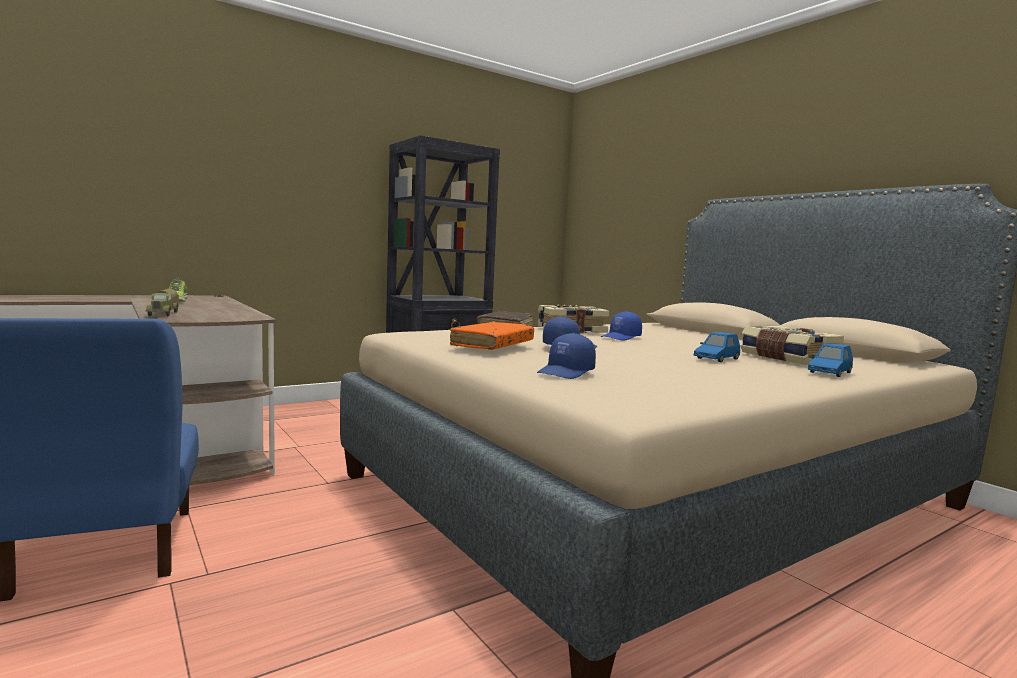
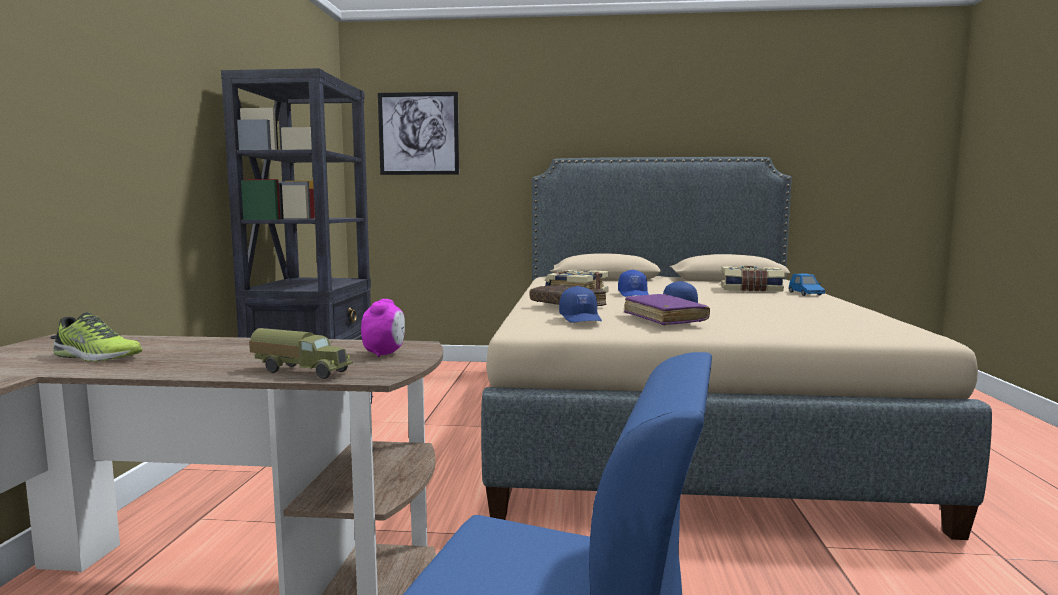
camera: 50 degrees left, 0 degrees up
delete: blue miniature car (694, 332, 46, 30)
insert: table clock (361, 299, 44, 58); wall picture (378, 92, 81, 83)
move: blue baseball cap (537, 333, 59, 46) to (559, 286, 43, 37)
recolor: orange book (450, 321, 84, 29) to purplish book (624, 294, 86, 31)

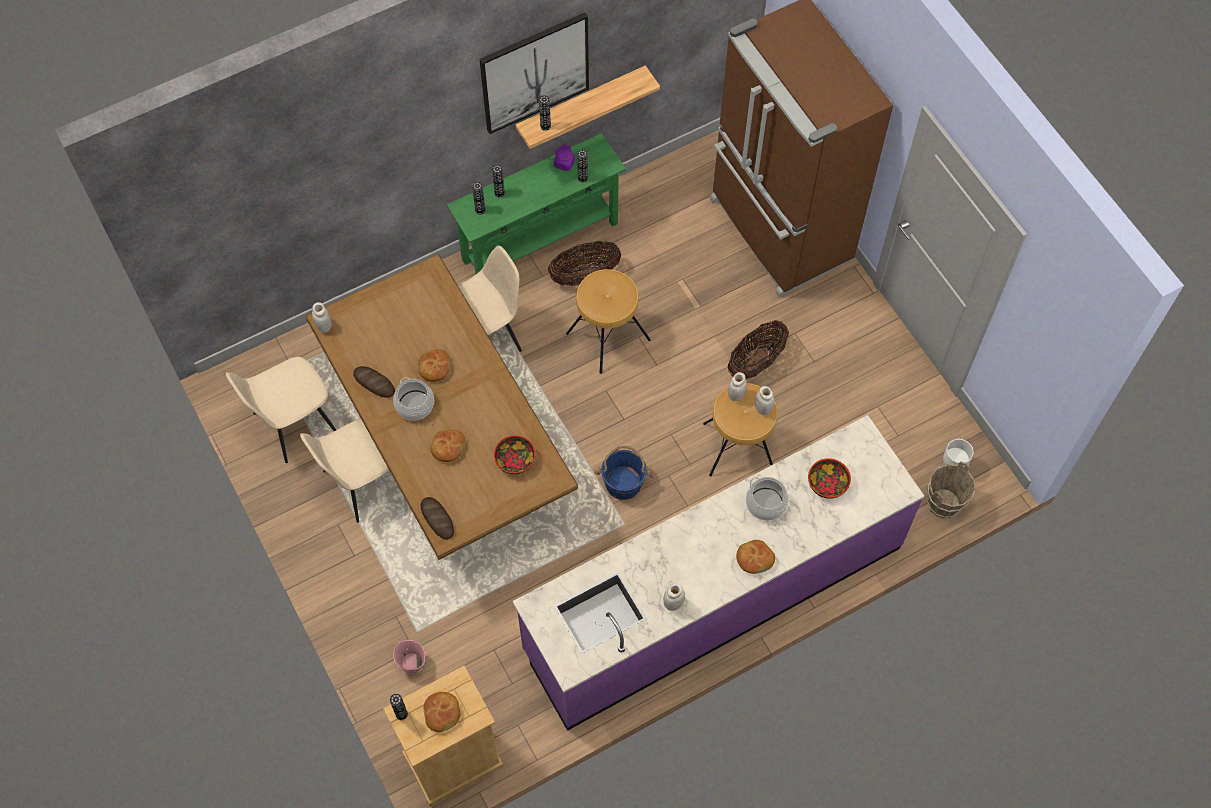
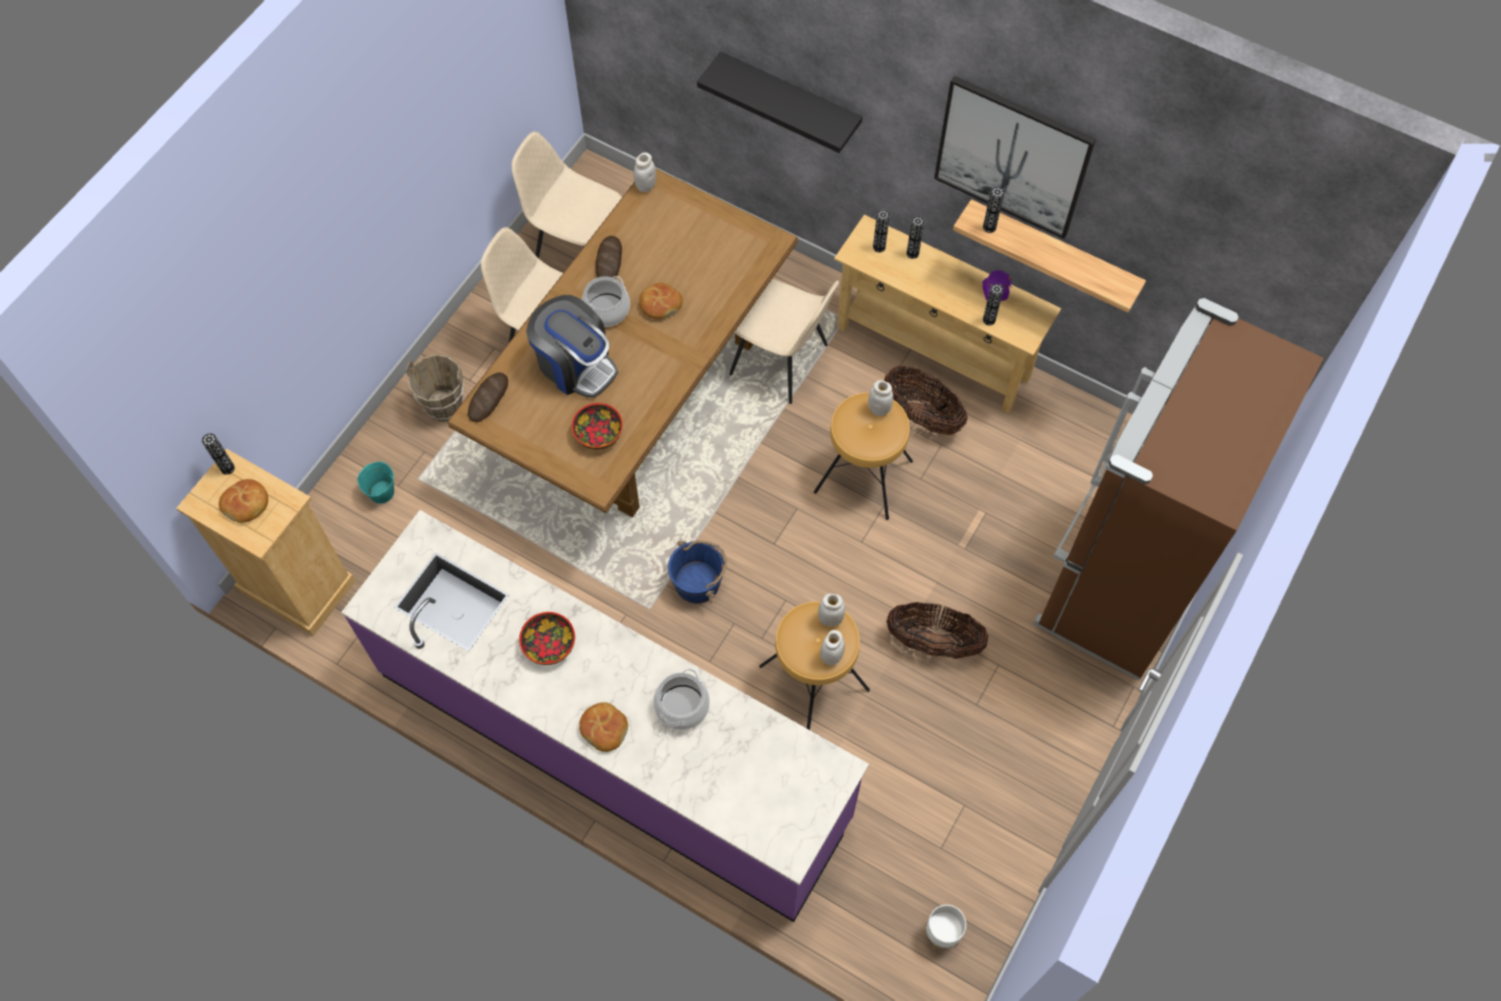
camera: 60 degrees right, 0 degrees up
insert: black shelf (697, 52, 165, 101)
move: white-coloured jar (663, 583, 22, 28) to (868, 380, 25, 36); bowl (808, 458, 43, 41) to (519, 612, 56, 53); brown water bucket (927, 461, 49, 57) to (406, 354, 59, 68)
replace: baked bread (430, 430, 35, 32) to coffee maker (526, 295, 92, 103)
recolor: pink water bucket (393, 640, 32, 34) to turquoise water bucket (357, 462, 37, 42); greenish console table (447, 133, 179, 141) to beige console table (834, 215, 227, 198)

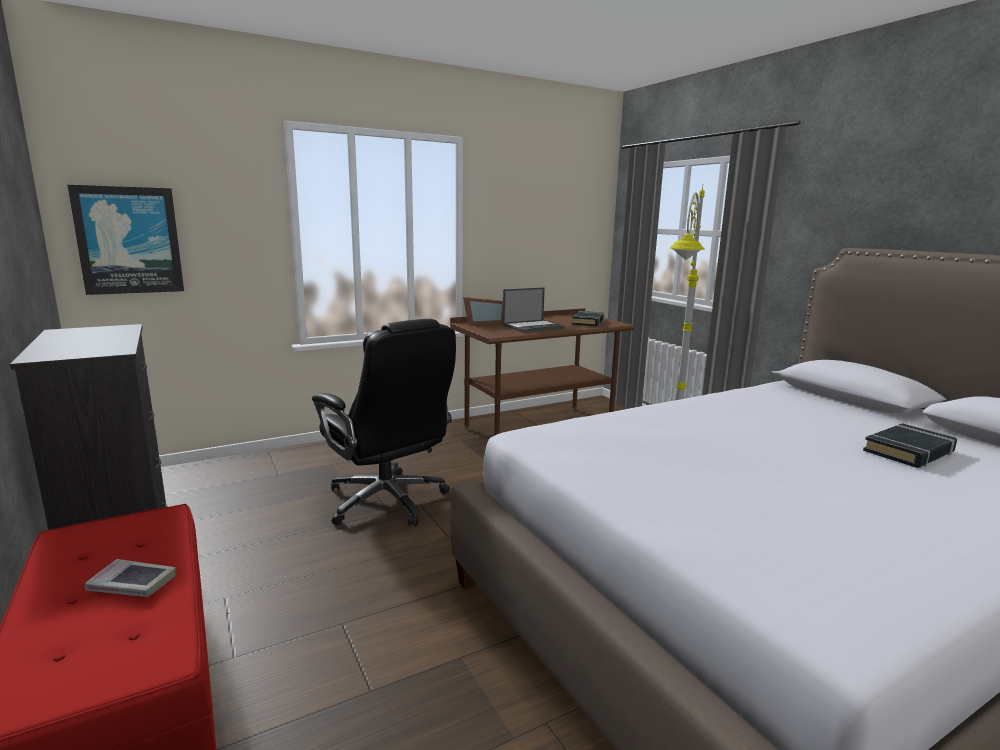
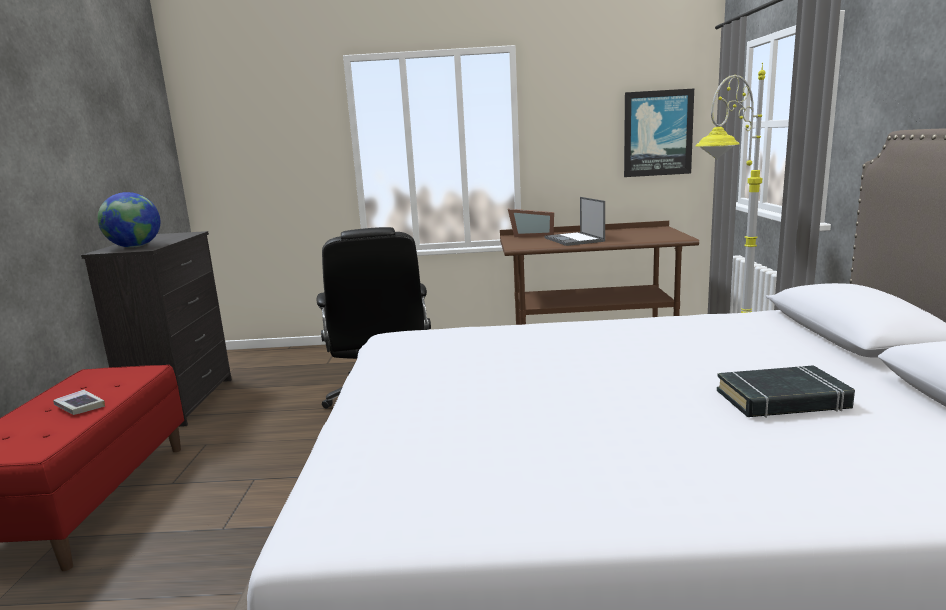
camera: 30 degrees right, 0 degrees up
delete: black book (572, 311, 32, 15)
insert: desk globe (98, 192, 62, 56)
move: wall picture (68, 185, 116, 110) to (624, 88, 70, 89)
rotate: portable computer (503, 287, 62, 45) = (545, 197, 60, 49) 75 degrees clockwise

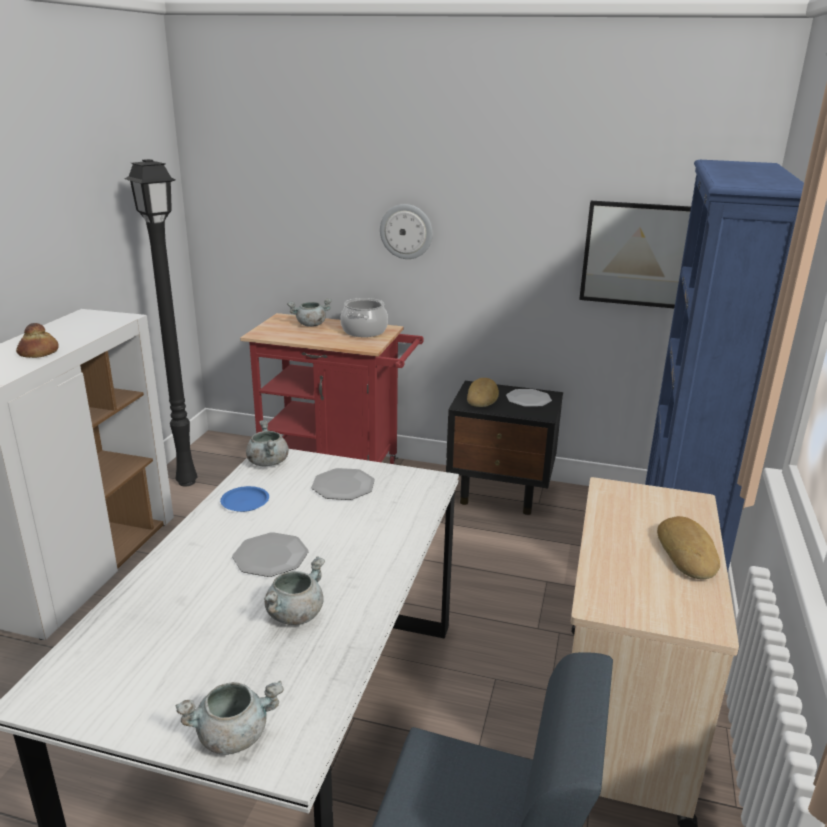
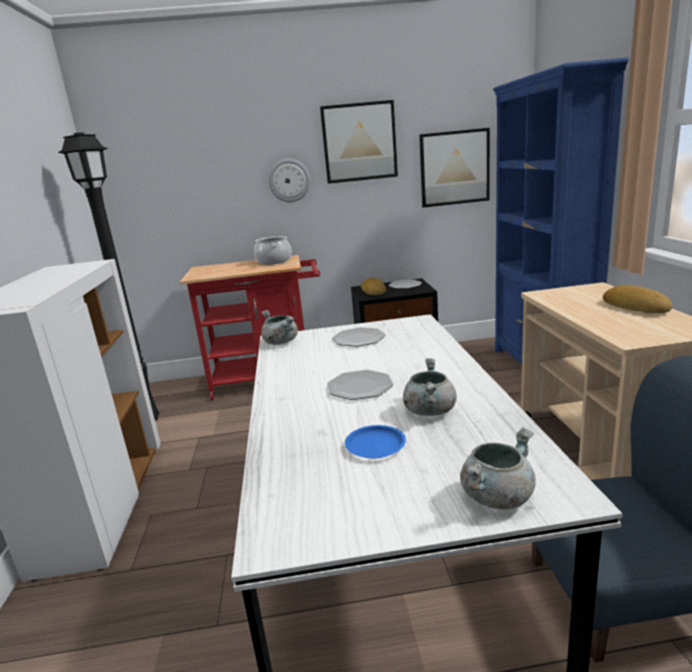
camera: 20 degrees left, 5 degrees down
delete: baked bread (16, 323, 43, 35); greyish cooking pot (287, 298, 45, 29)
insert: wall picture (320, 100, 78, 84)
move: blue flat dish (220, 486, 49, 26) to (345, 425, 61, 33)

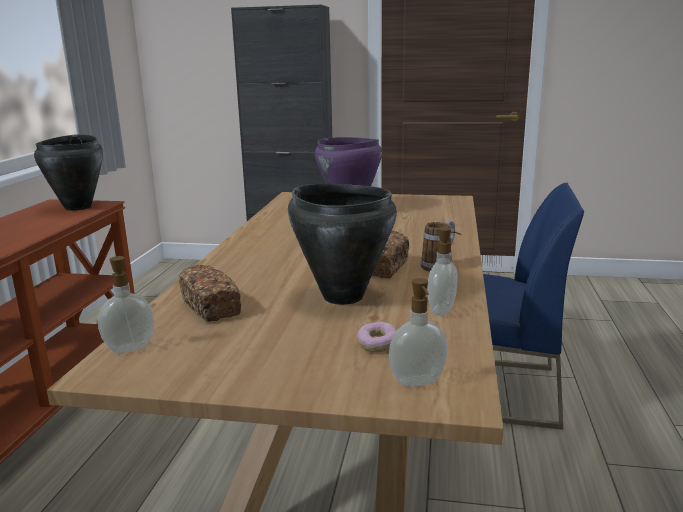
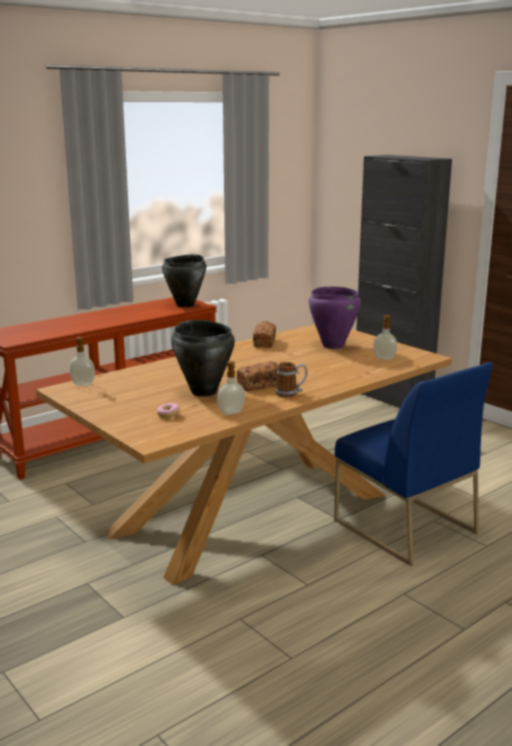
camera: 40 degrees right, 0 degrees up
move: baked bread (179, 265, 62, 57) to (253, 321, 23, 27); liquid soap bottle (389, 278, 59, 109) to (373, 315, 24, 45)

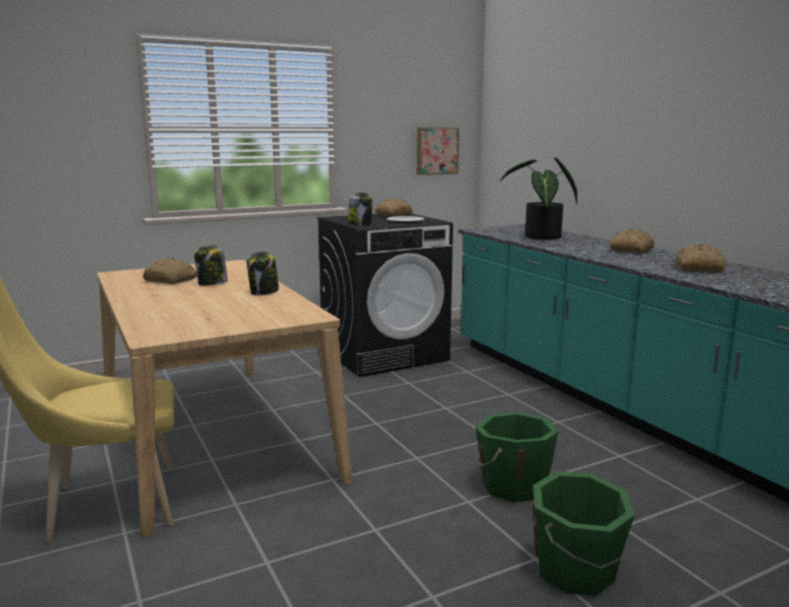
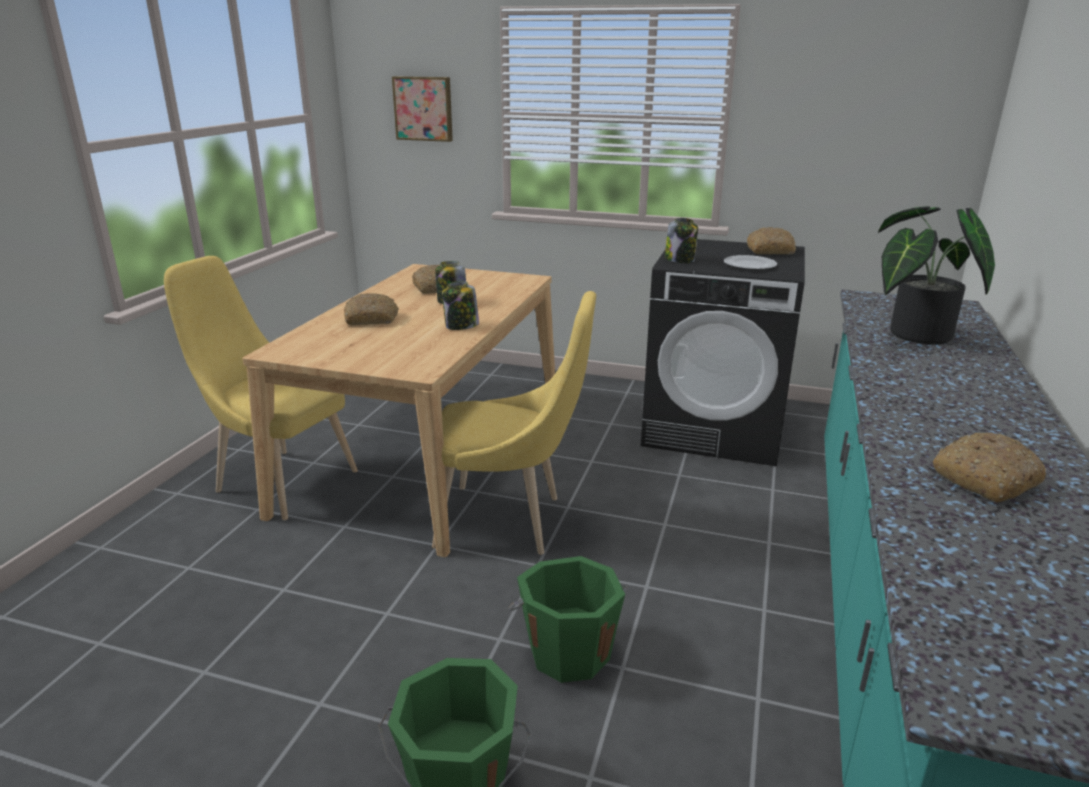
camera: 45 degrees right, 10 degrees up
insert: yellow-coloured chair (432, 291, 164, 264)
move: wall picture (417, 128, 42, 47) to (392, 76, 61, 66); baked bread (610, 229, 44, 25) to (344, 293, 55, 32)

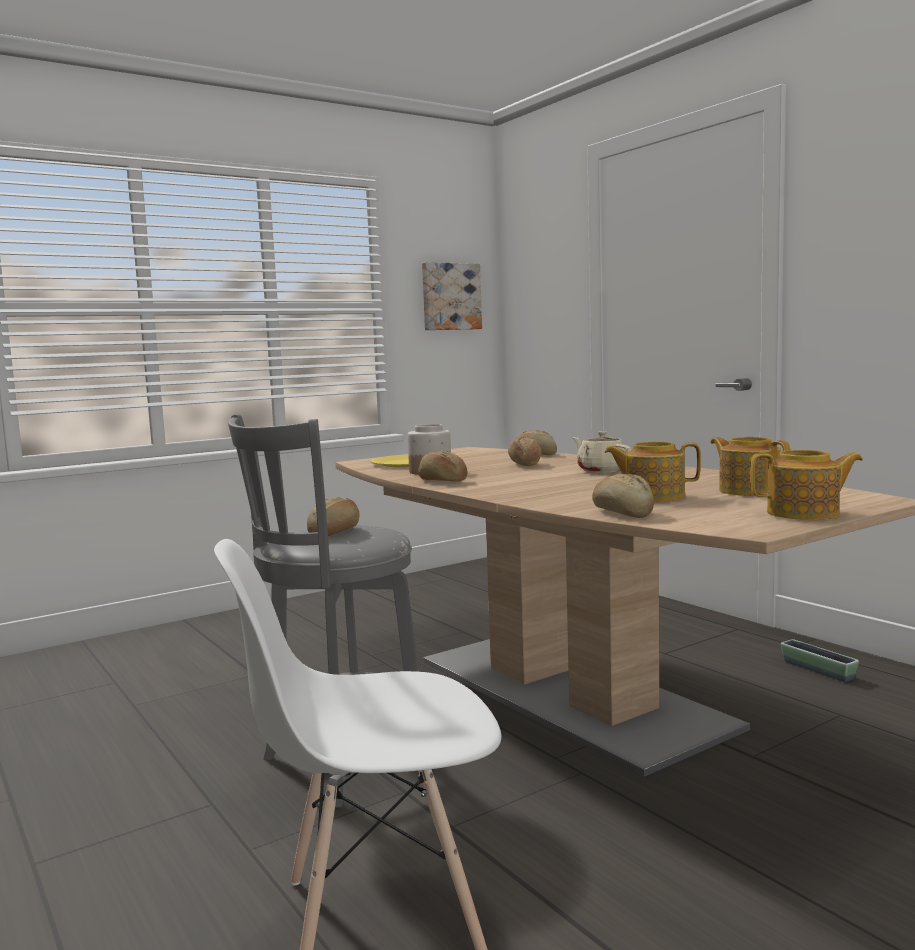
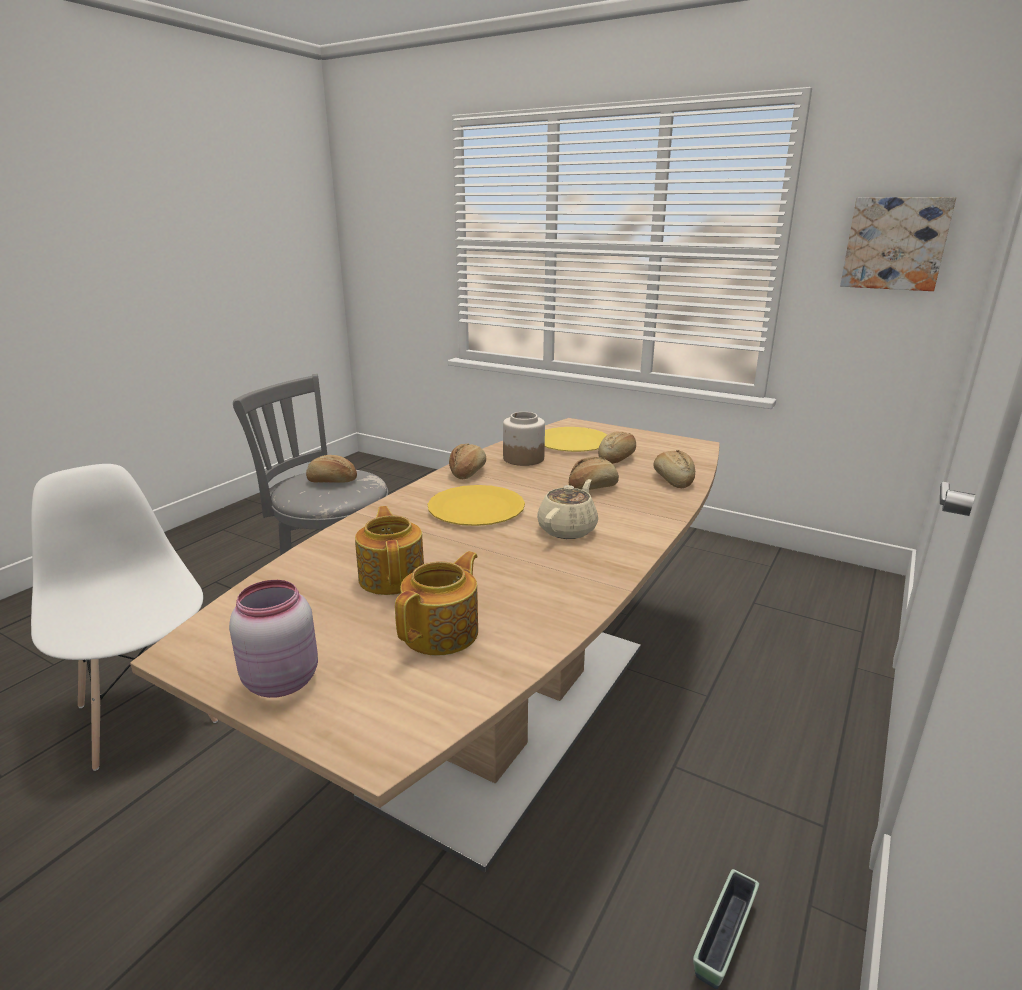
camera: 65 degrees right, 15 degrees up
insert: yellow-coloured flat dish (428, 485, 97, 41)
move: baked bread (592, 474, 62, 44) to (598, 432, 38, 32)
replace: teapot (750, 450, 113, 70) to pink jar (229, 580, 89, 118)

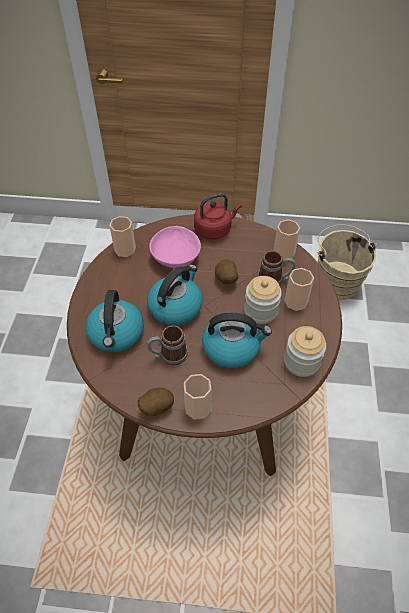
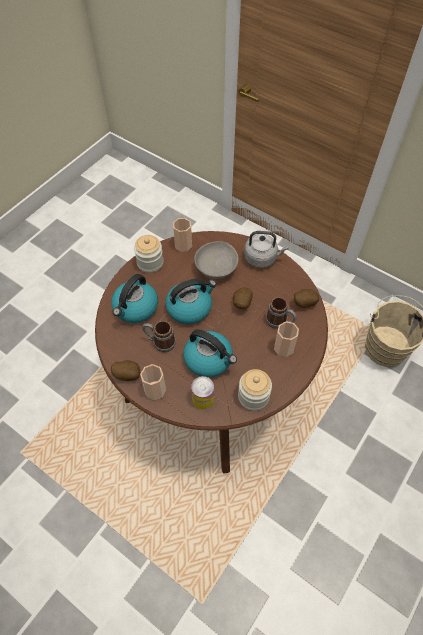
camera: 30 degrees right, 5 degrees up
insert: can (191, 376, 23, 33)
move: jar (244, 276, 38, 48) to (134, 235, 29, 38)
replace: cup (274, 219, 26, 41) to spud (294, 289, 25, 19)
recolor: pink bowl (149, 226, 52, 42) to greyish bowl (194, 241, 45, 38); red tea kettle (194, 193, 48, 46) to greyish tea kettle (244, 231, 45, 37)

